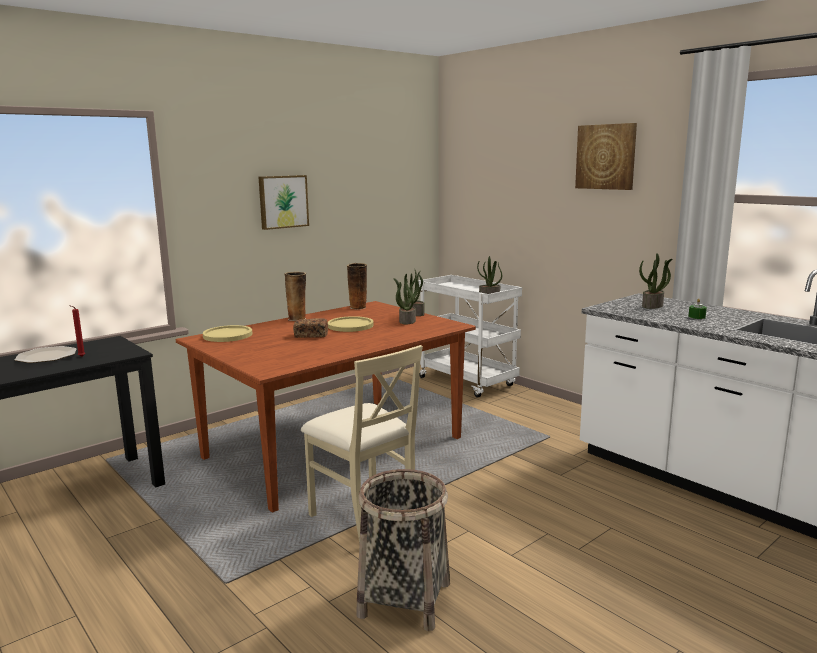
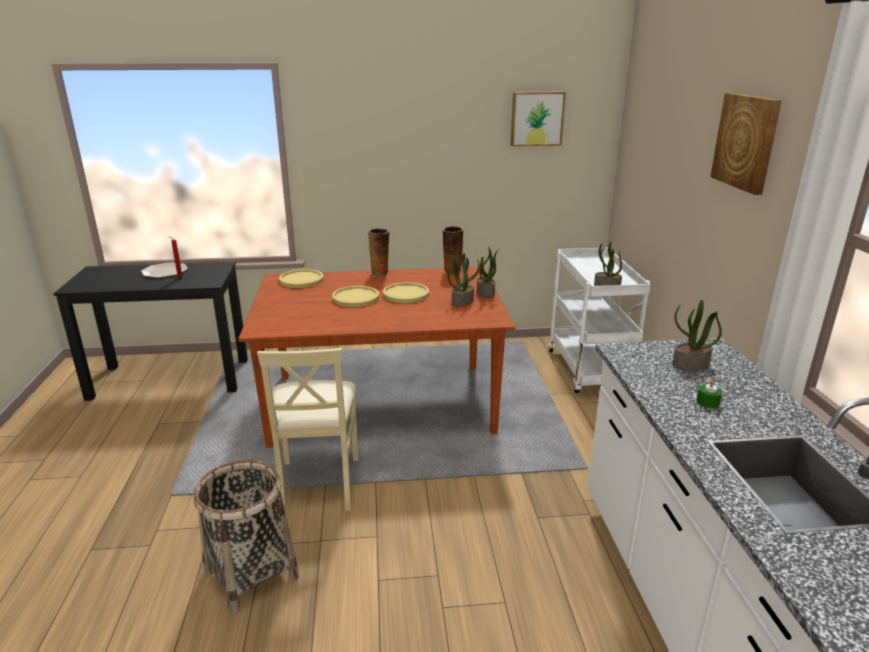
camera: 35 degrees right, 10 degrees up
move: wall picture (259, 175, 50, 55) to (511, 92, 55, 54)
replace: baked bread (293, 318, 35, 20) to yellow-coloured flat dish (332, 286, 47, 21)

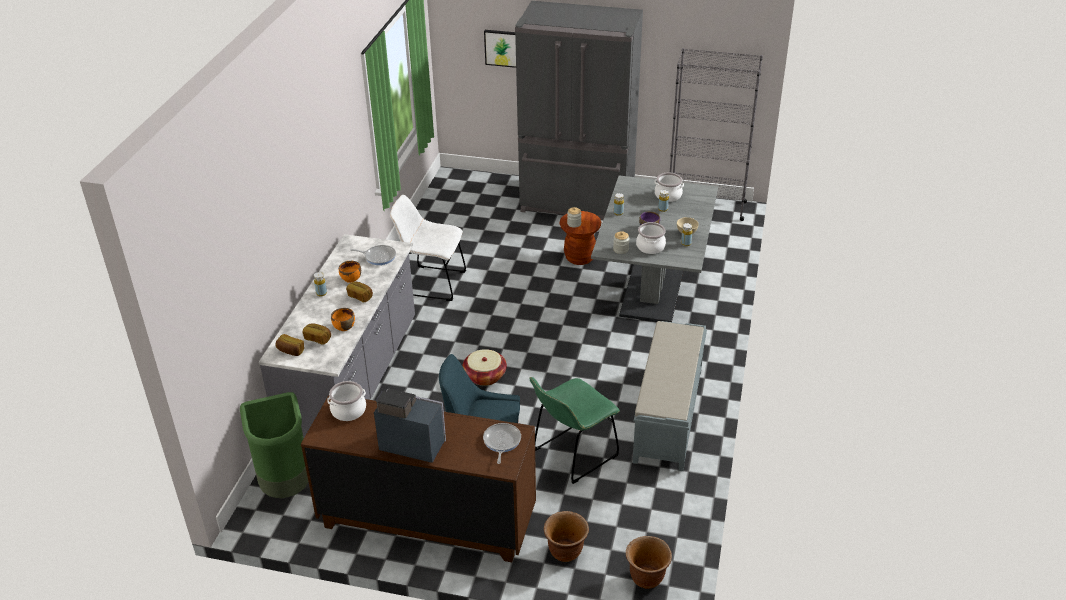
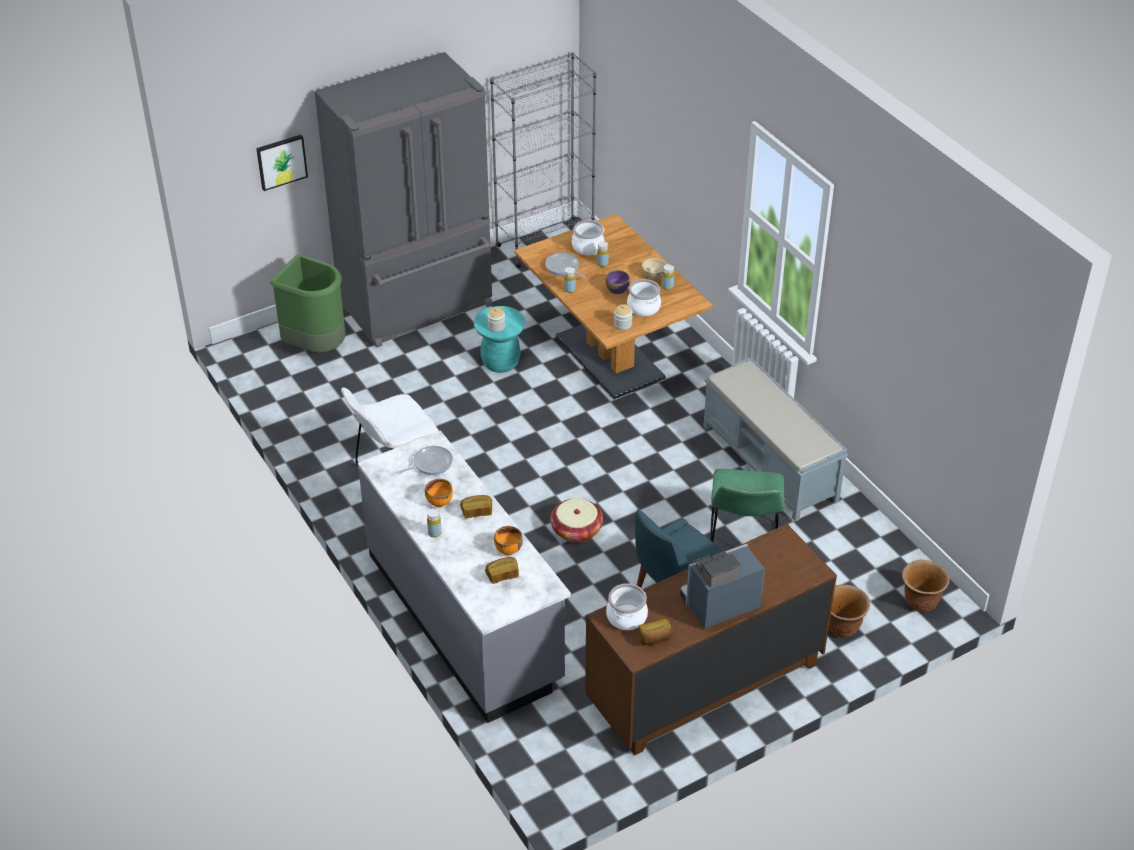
camera: 45 degrees left, 5 degrees up
move: greenish waste bin (240, 392, 68, 106) to (270, 255, 76, 98); baked bread (275, 334, 29, 22) to (638, 619, 35, 26); pan (483, 423, 38, 41) to (545, 253, 41, 25)
recolor: brown stool seat (559, 211, 42, 54) to turquoise stool seat (474, 306, 51, 67); greyish dinner table (591, 176, 127, 146) to brown dinner table (514, 214, 199, 185)

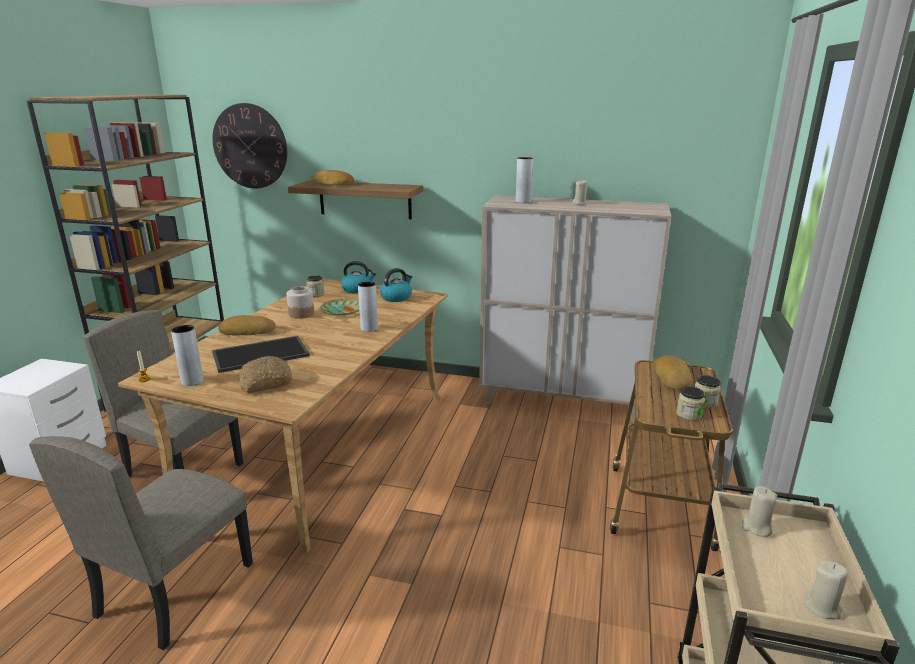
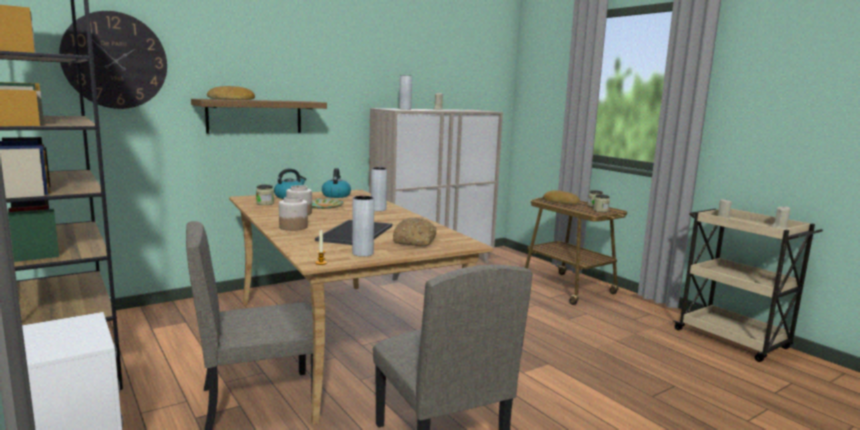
camera: 50 degrees left, 10 degrees down
replace: baked bread (218, 315, 58, 21) to jar (279, 196, 29, 35)

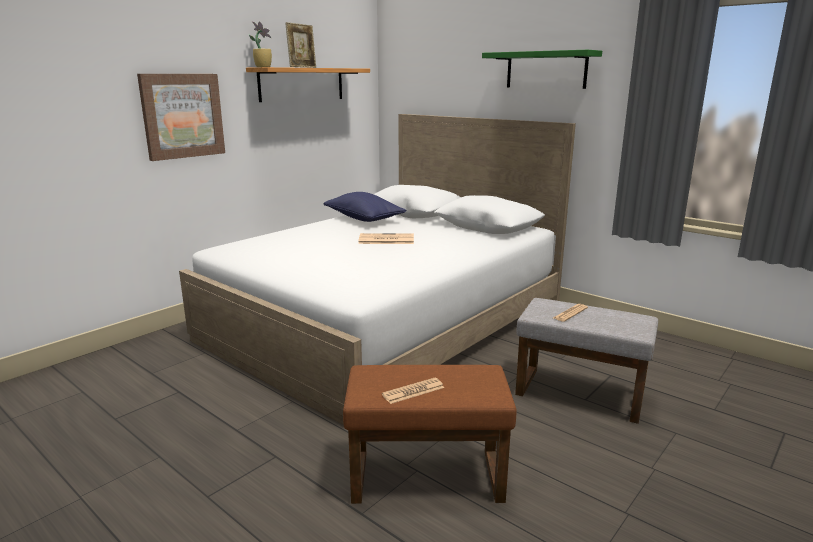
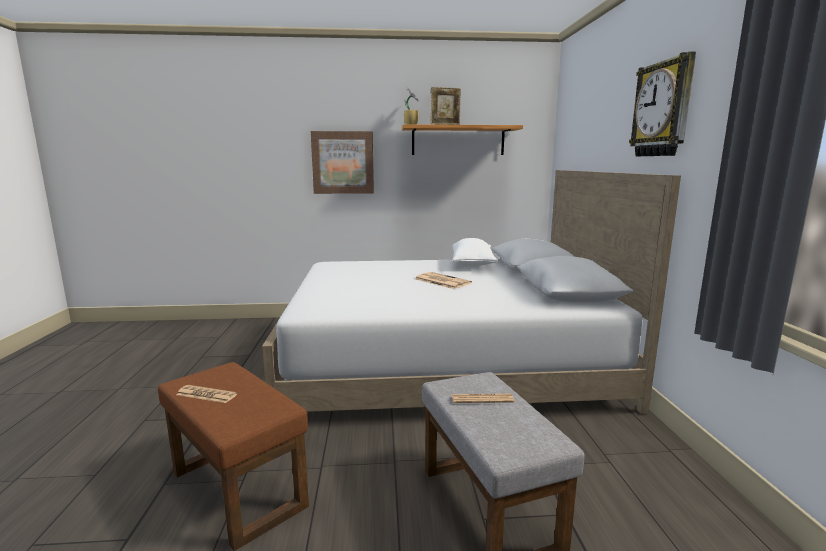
camera: 45 degrees right, 5 degrees down
replace: greenish shelf (482, 50, 120, 39) to wall clock (629, 51, 67, 105)
recolor: blue cushion (324, 192, 82, 30) to white-coloured cushion (452, 238, 46, 28)

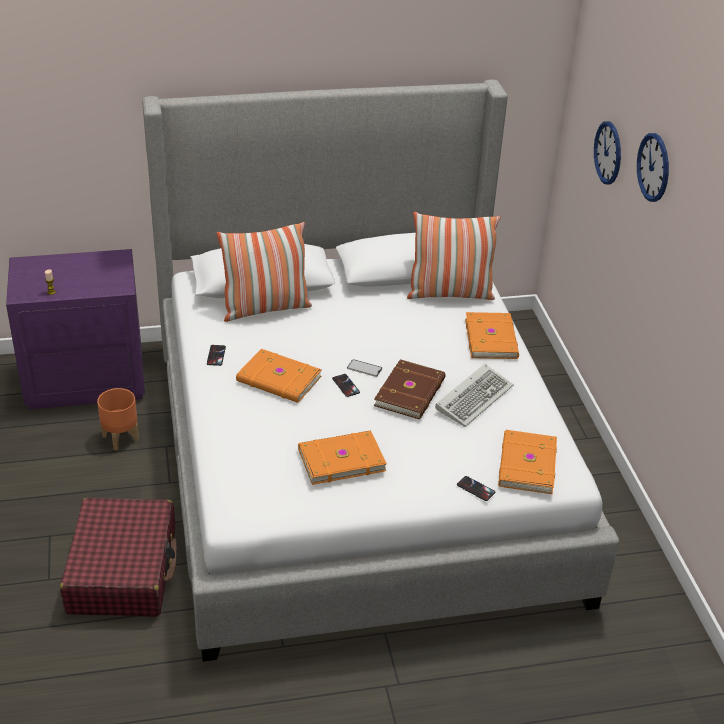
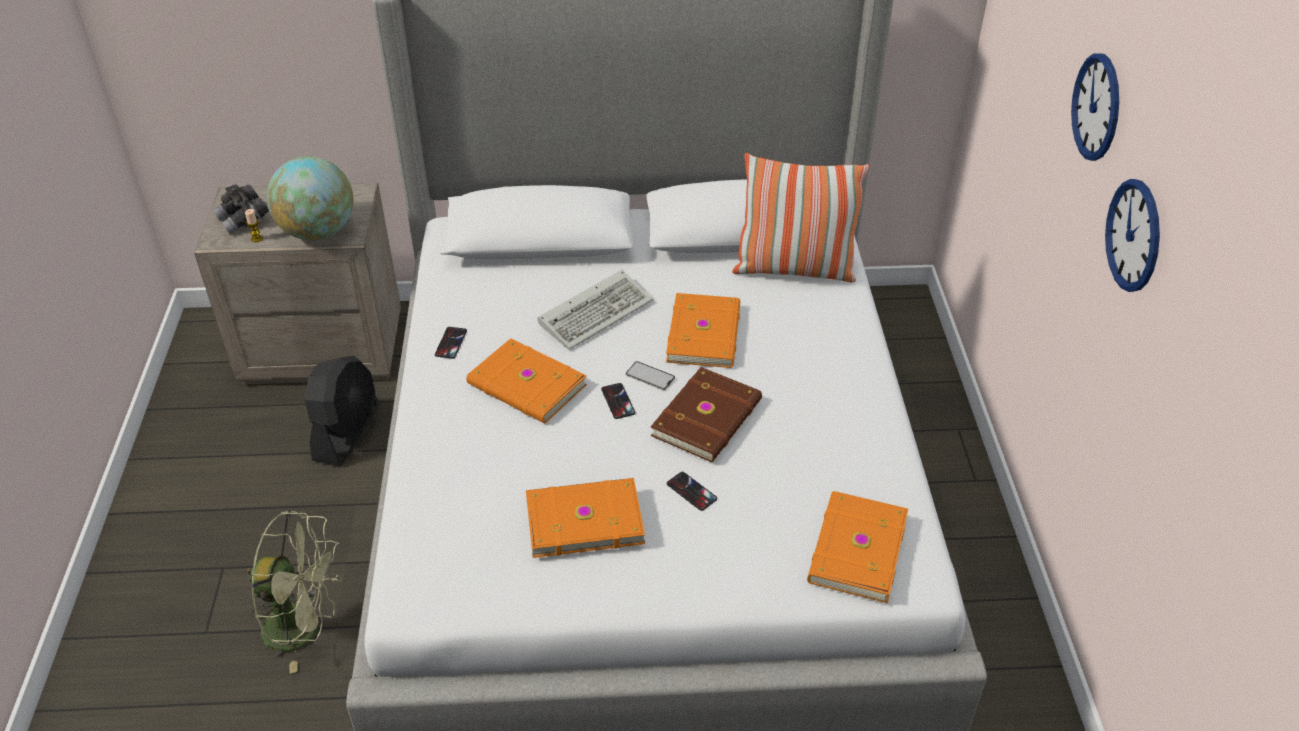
camera: 10 degrees right, 5 degrees up
delete: cushion (217, 222, 95, 100)
insert: greyish pair of binoculars (212, 184, 57, 50); desk globe (267, 156, 86, 84)
move: computer keyboard (435, 364, 79, 63) to (538, 270, 115, 80); phone (457, 476, 38, 25) to (667, 472, 50, 39); orange book (465, 312, 54, 47) to (666, 293, 74, 75); wall clock (594, 121, 27, 63) to (1105, 179, 55, 113)
replace: red piece of luggage (60, 498, 116, 119) to greenish fan (247, 510, 95, 164); orange plant pot (97, 388, 42, 62) to black fan (305, 356, 74, 110)
recolor: purplish bedside table (6, 249, 139, 161) to beige bedside table (194, 183, 207, 202)

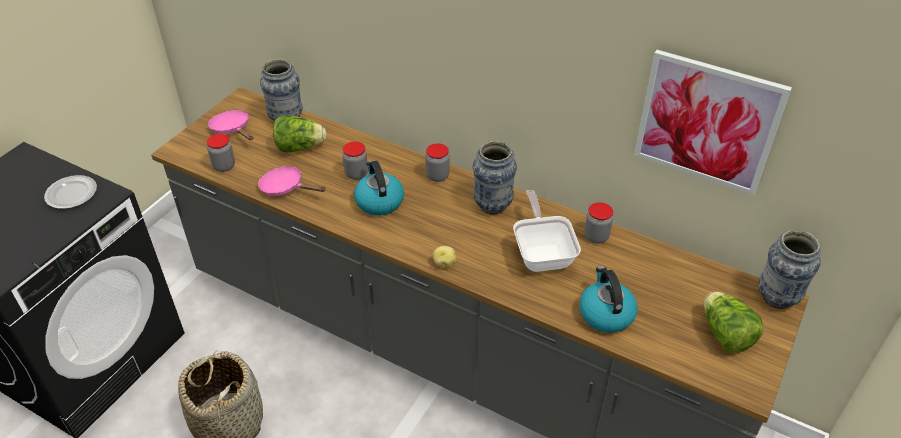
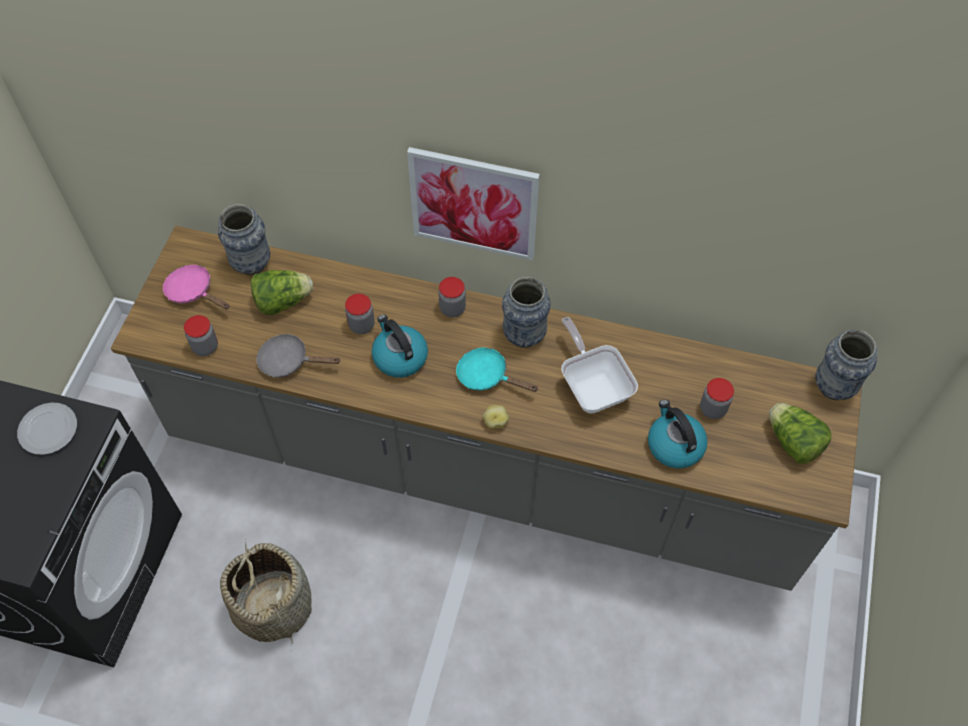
camera: 15 degrees left, 15 degrees up
insert: turquoise pan (456, 348, 83, 44)
move: jar (584, 202, 29, 41) to (700, 378, 34, 41); wall picture (634, 50, 158, 145) to (407, 147, 133, 114)
recolor: pink pan (258, 166, 68, 30) to greyish pan (256, 333, 85, 45)

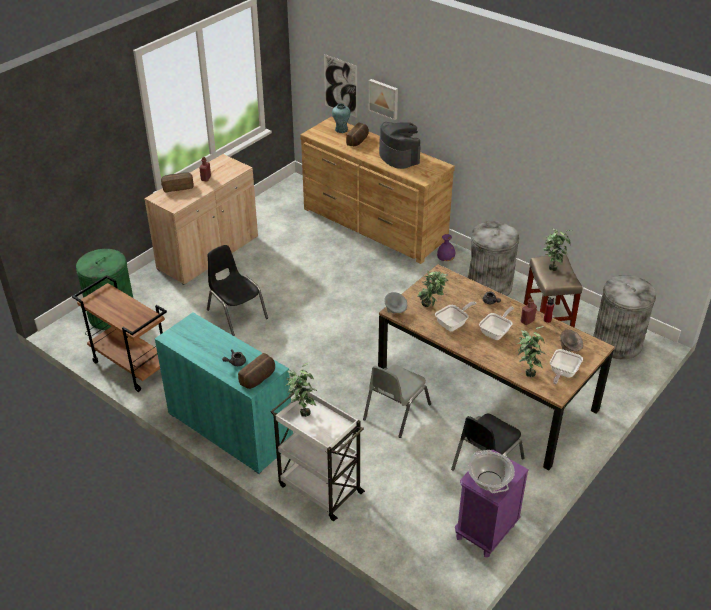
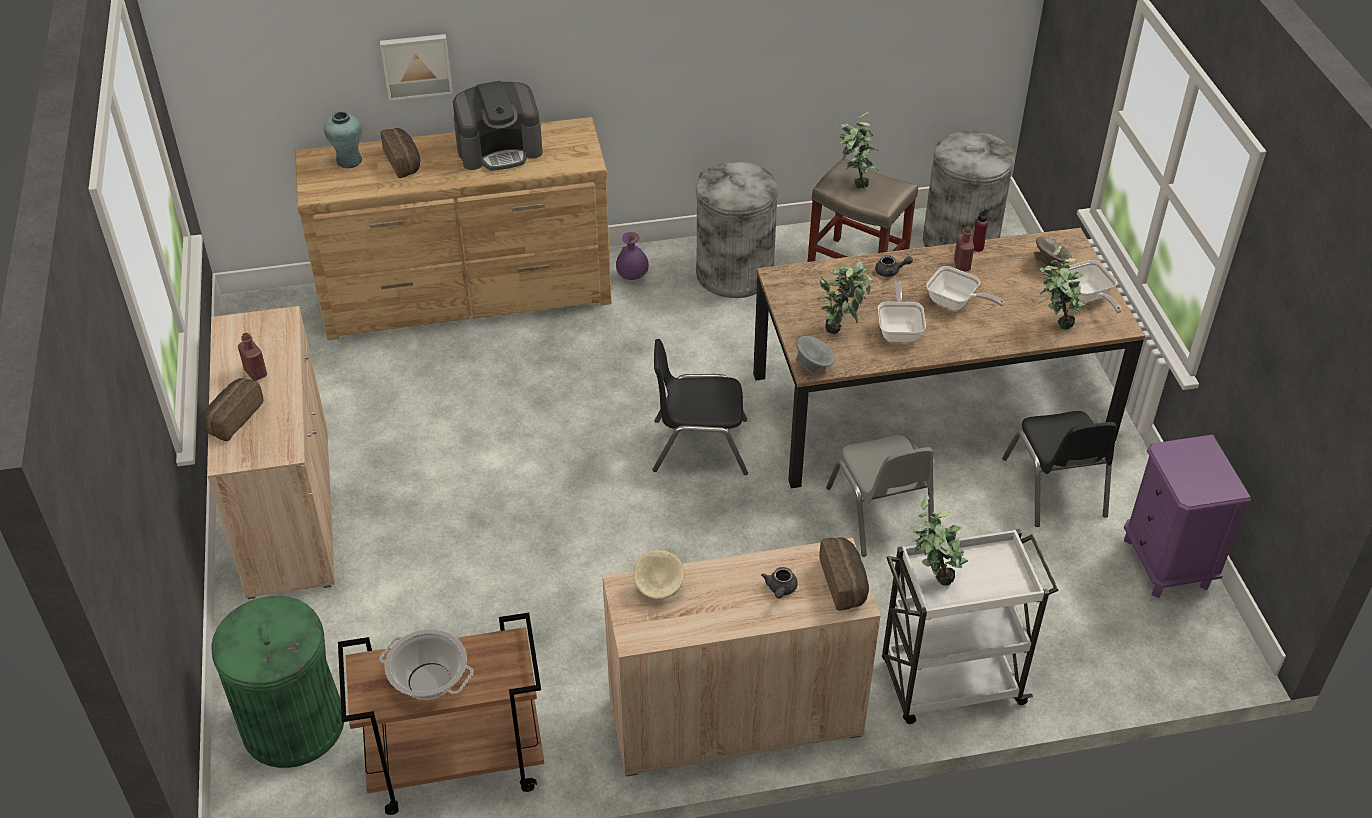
camera: 50 degrees left, 5 degrees up
delete: wall picture (324, 54, 33, 64)
insert: beige bowl (634, 550, 51, 50)
move: black chair (207, 245, 61, 91) to (652, 339, 96, 136); cooking pot (468, 450, 47, 43) to (379, 629, 95, 71)
recolor: turquoise cabinet (155, 313, 138, 161) to beige cabinet (602, 538, 279, 239)
rotate: coffee maker (379, 122, 42, 47) = (453, 81, 90, 90) 150 degrees clockwise; pan (479, 307, 35, 33) = (926, 266, 79, 44) 135 degrees clockwise

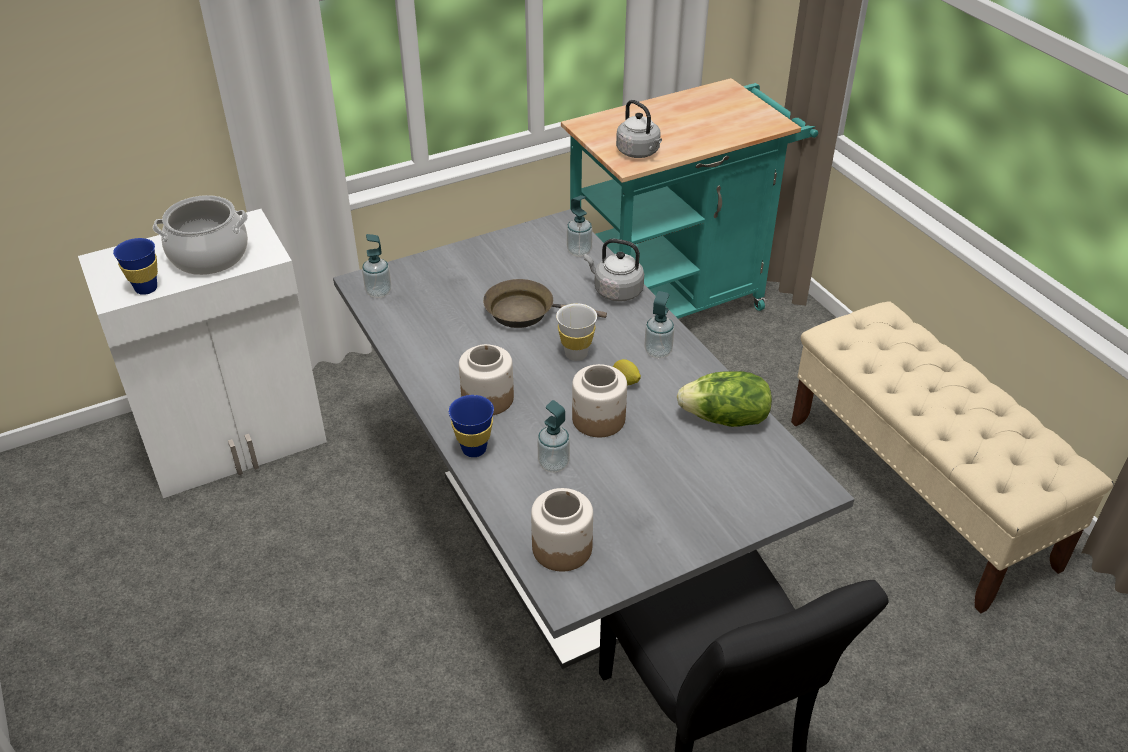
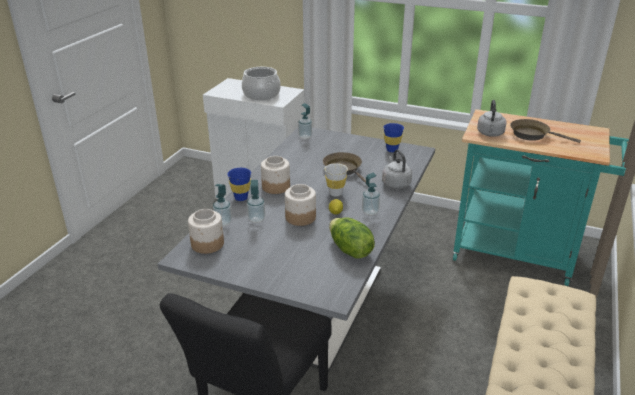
camera: 50 degrees right, 10 degrees down
insert: brown pan (510, 119, 71, 24)
move: blue cup (113, 238, 45, 57) to (383, 123, 21, 29); liquid soap bottle (567, 195, 25, 62) to (213, 184, 19, 42)

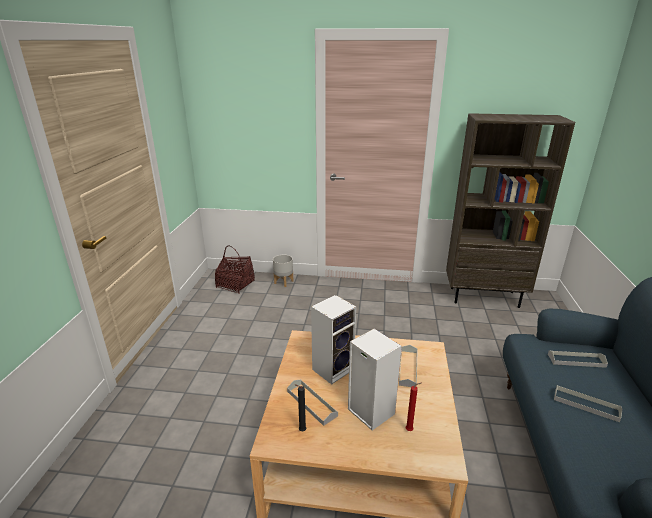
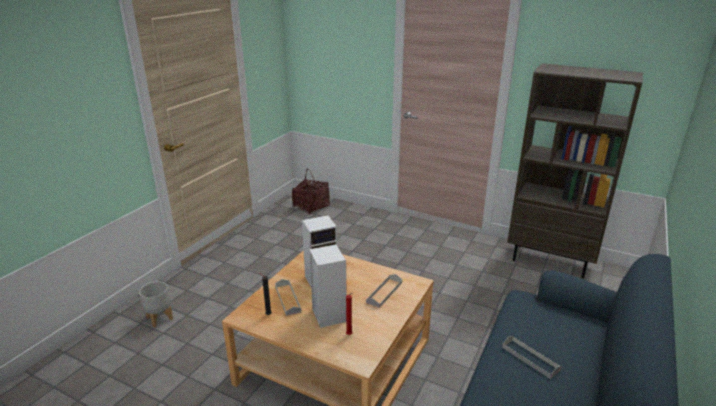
camera: 20 degrees right, 0 degrees up
delete: greyish carrying tray (548, 350, 60, 18)
move: greyish plant pot (273, 255, 21, 32) to (139, 281, 34, 46)

